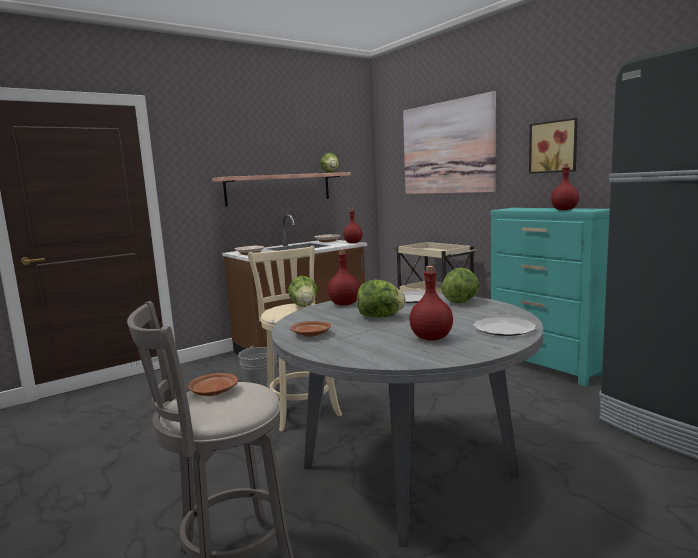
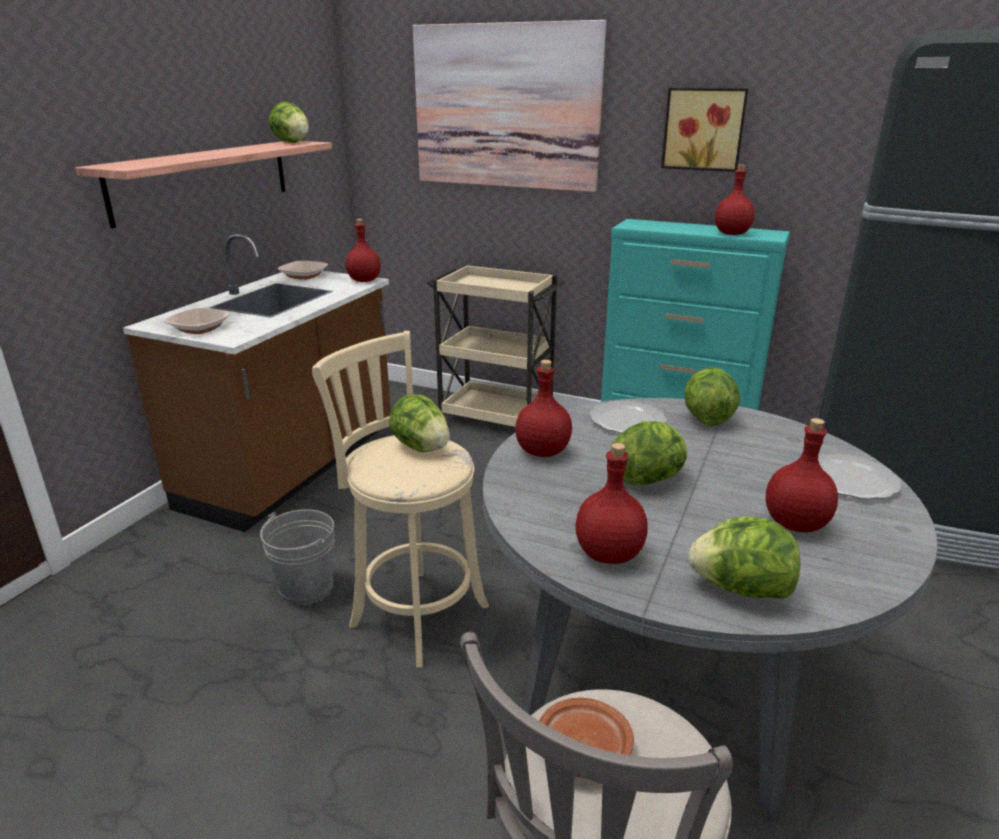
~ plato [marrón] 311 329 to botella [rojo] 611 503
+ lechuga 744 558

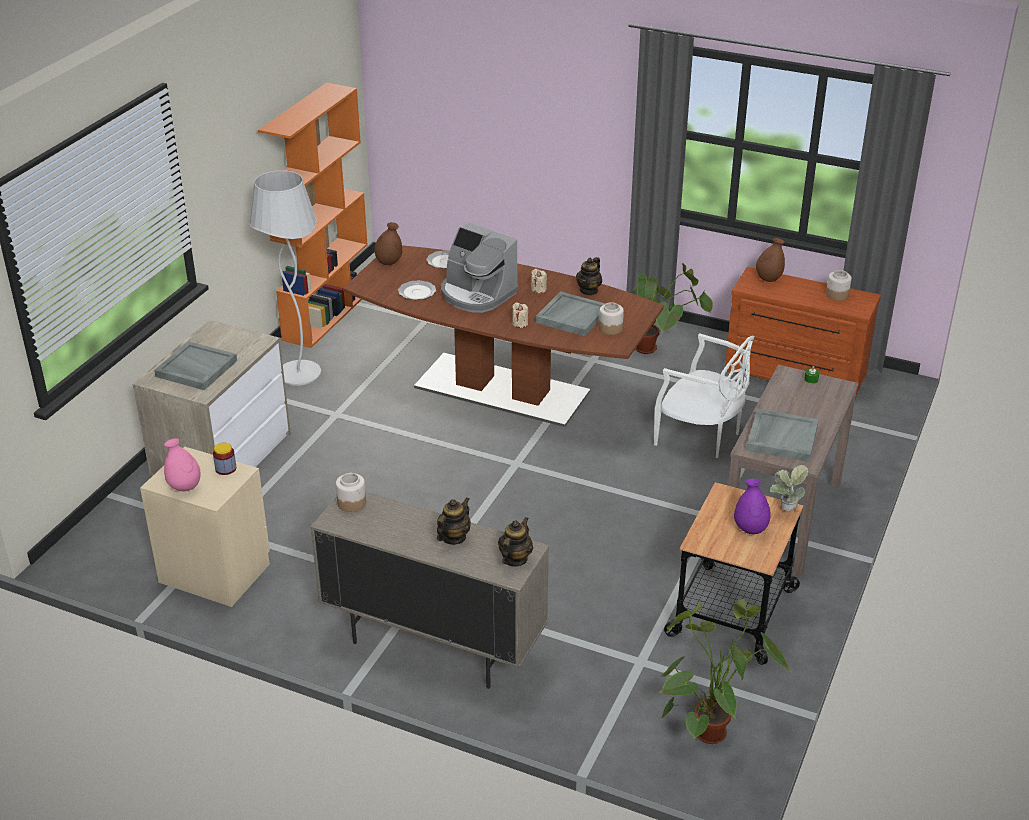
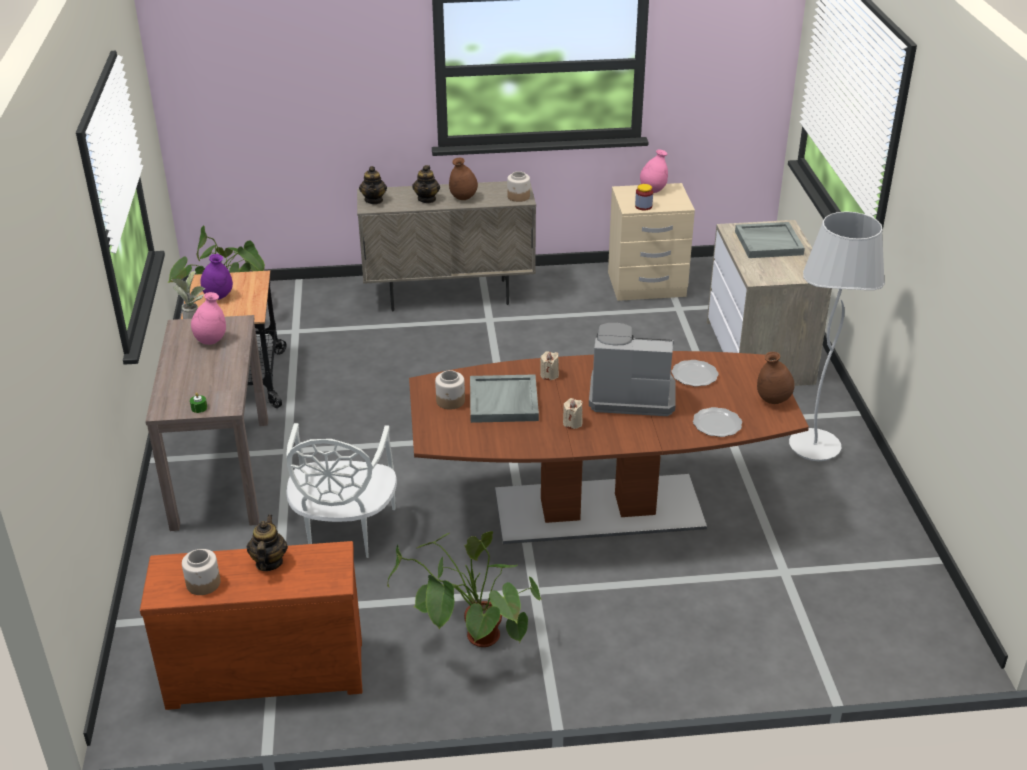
- estantería [naranja] 313 215
~ florero [marrón] 770 260 to 463 179
~ tetera 589 276 to 267 543
~ silla [blanco] 704 396 = 341 490 90 degrees counterclockwise
~ bandeja [gris] 782 435 to florero [rosa] 208 318

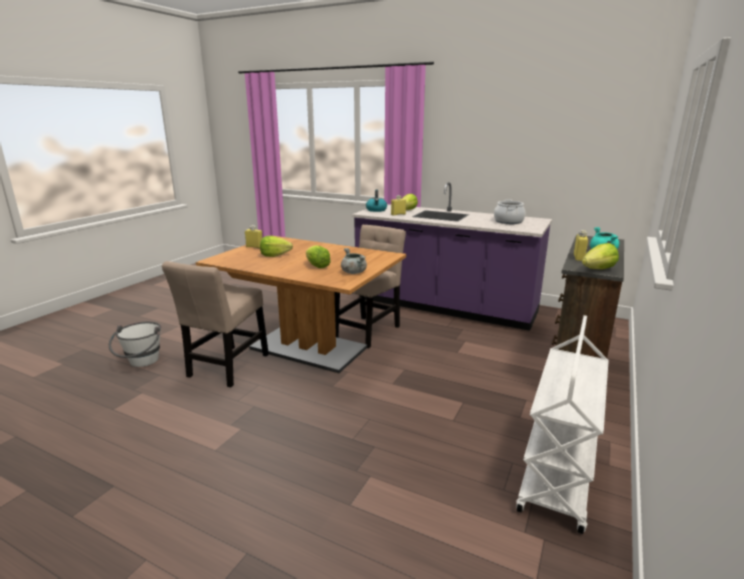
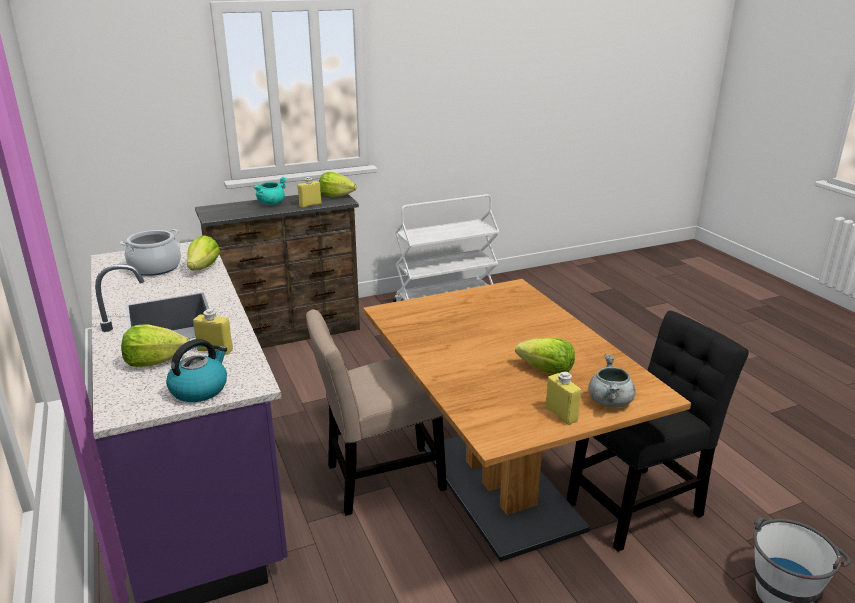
~ lechuga 318 256 to 203 252
~ olla [gris] 354 261 to 612 380
~ silla [beis] 215 324 to silla [negro] 657 431

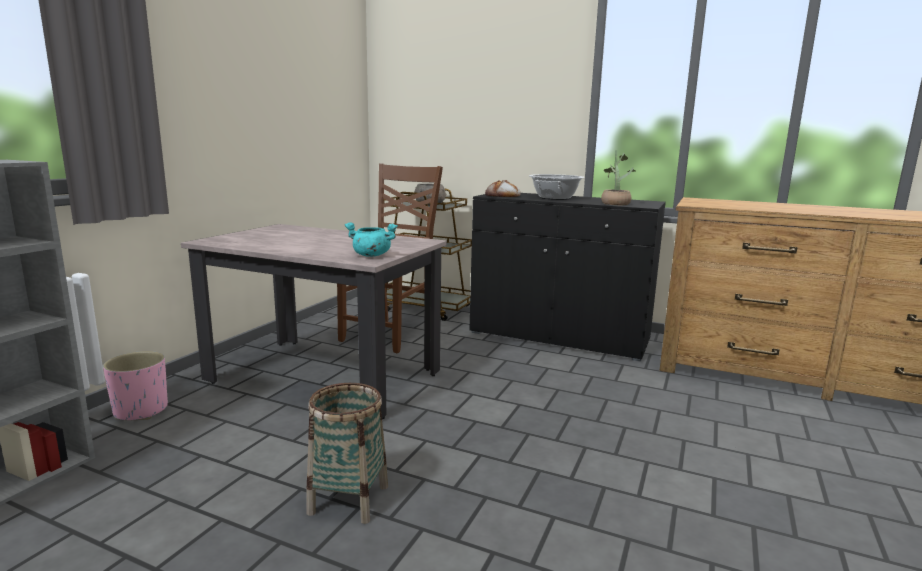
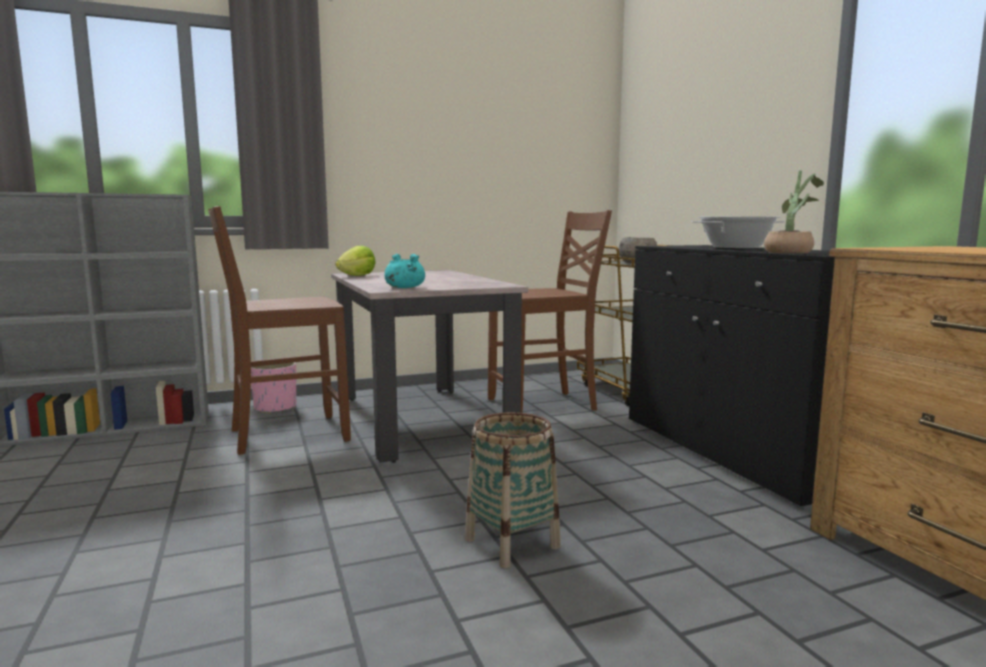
- pan 503 188
~ cesta 347 453 to 513 490
+ silla [marrón] 279 330
+ lechuga 356 261

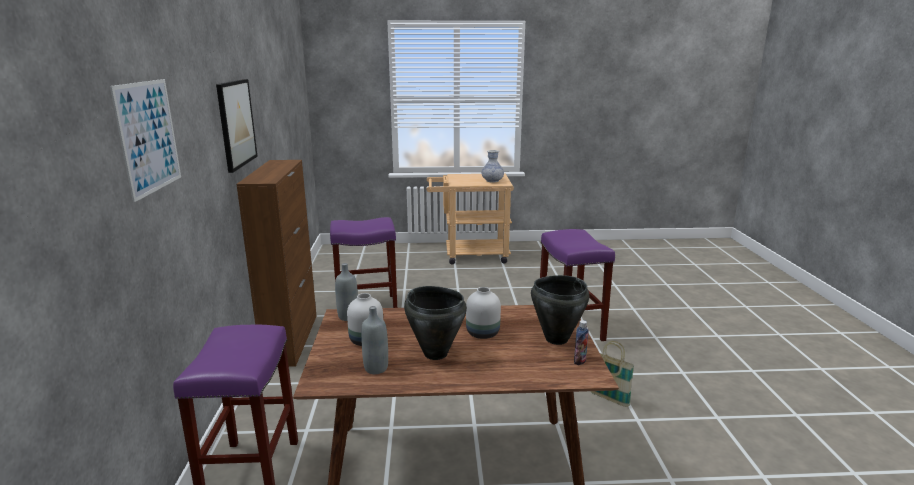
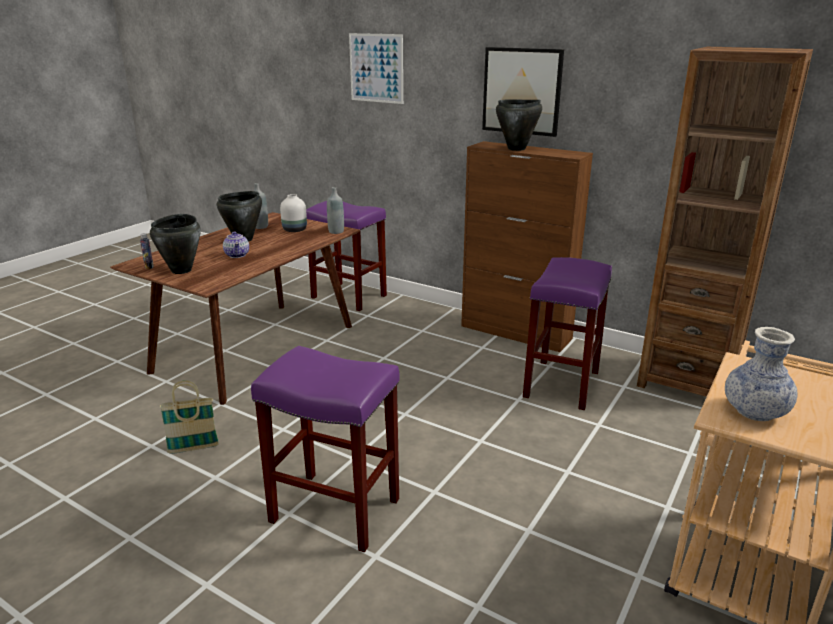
~ florero [blanco] 483 313 to tetera 236 244
+ estantería [marrón] 725 222
+ olla [negro] 519 125

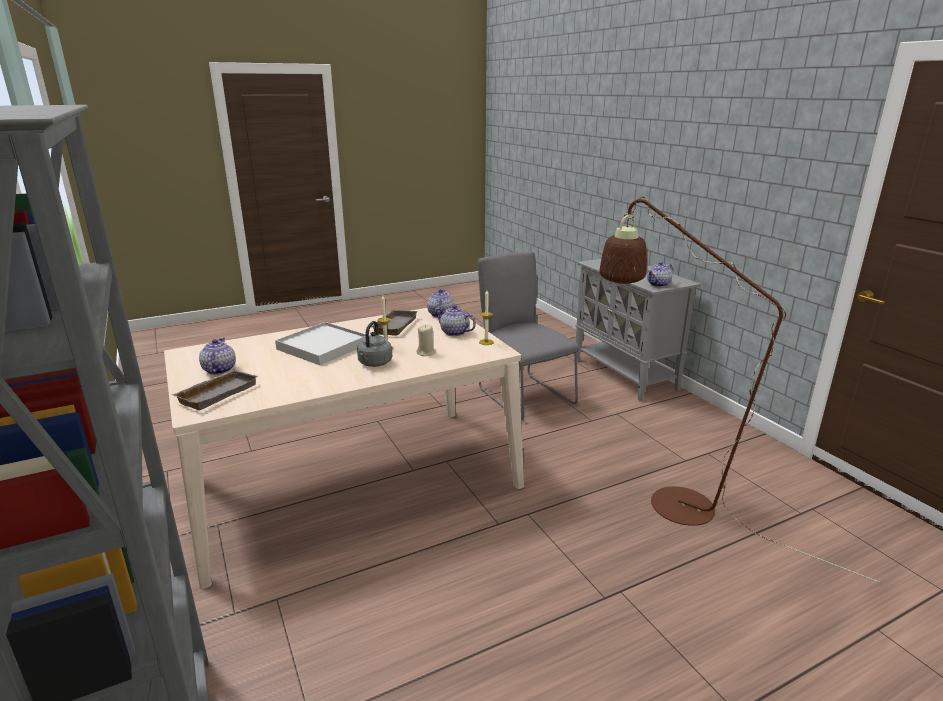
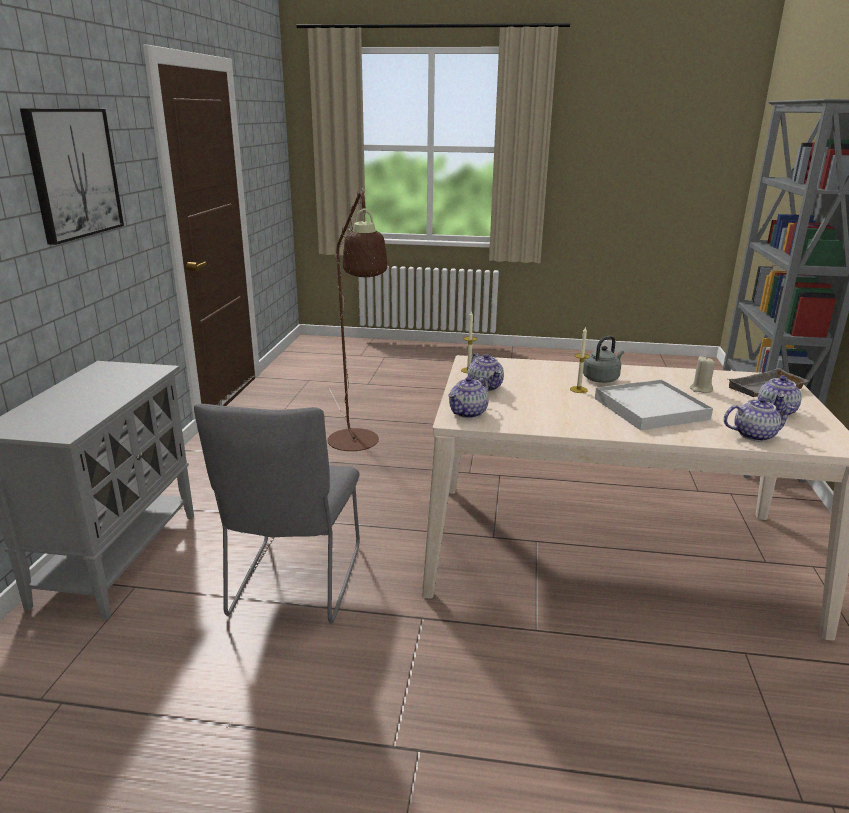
~ tetera 660 274 to 759 419
- bandeja [gris] 394 323
~ vela [beis] 426 340 to 702 375
+ cuadro 72 176

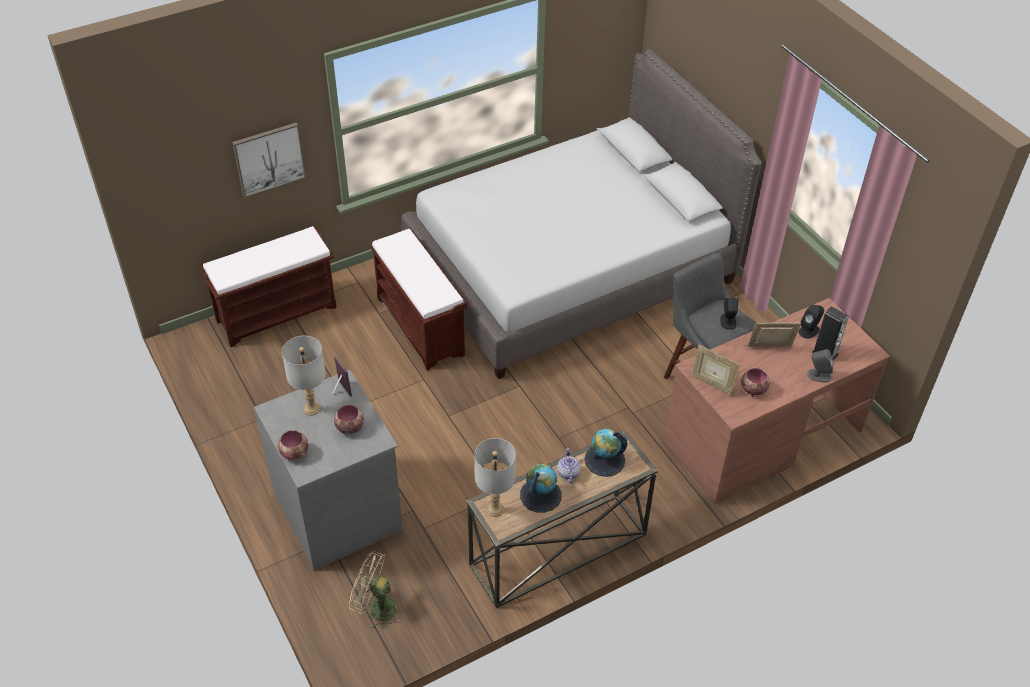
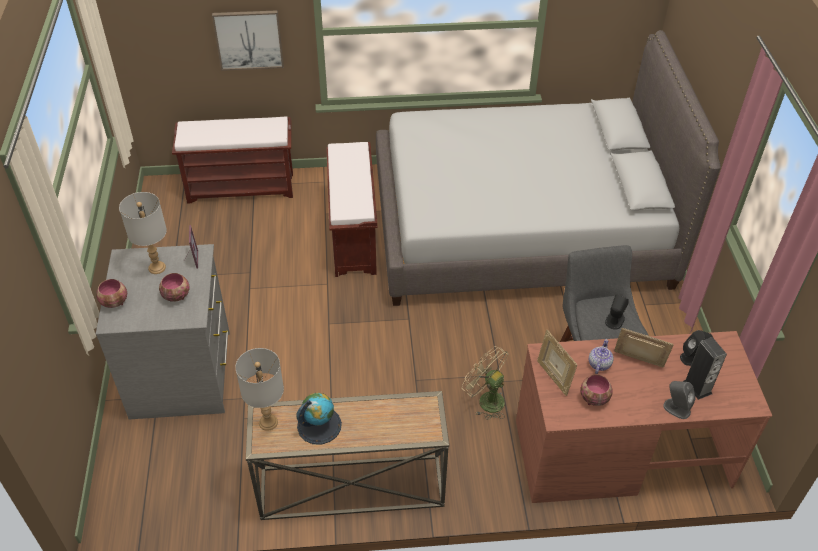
- globo terráqueo 605 453
~ tetera 569 466 to 601 356
~ ventilador [beis] 375 590 to 485 383

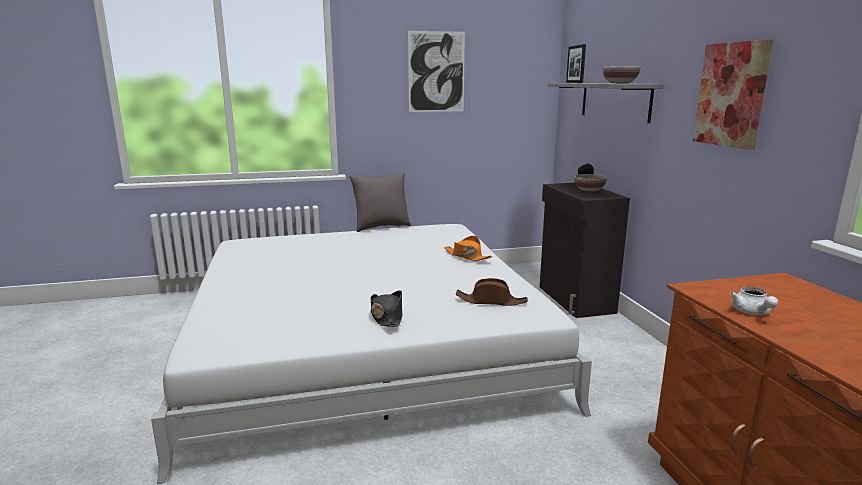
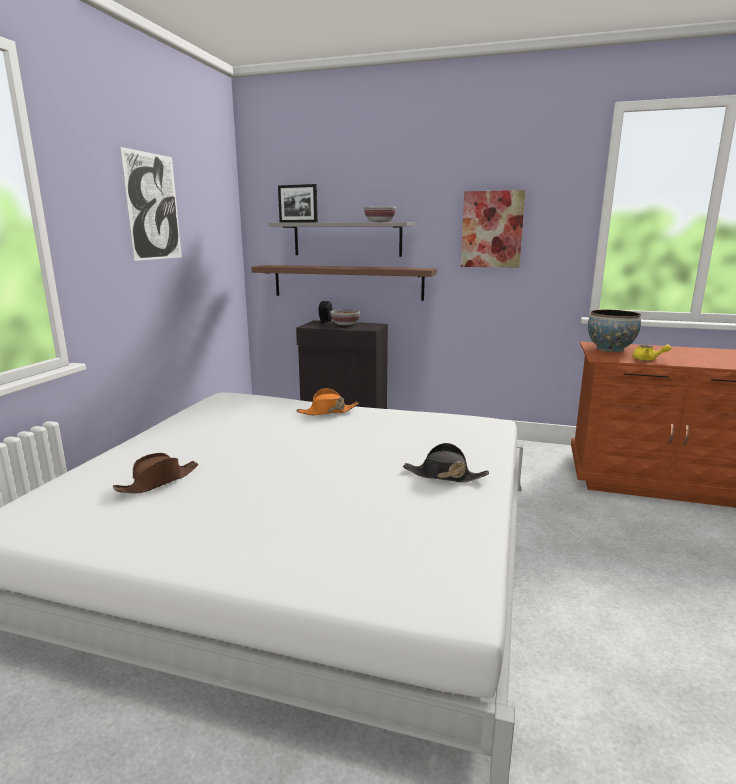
- cojín [gris] 380 202
~ sombrero [marrón] 492 292 to 155 473
~ tetera [blanco] 754 301 to tetera [amarillo] 651 352
+ estante [marrón] 344 283
+ cuenco 614 331

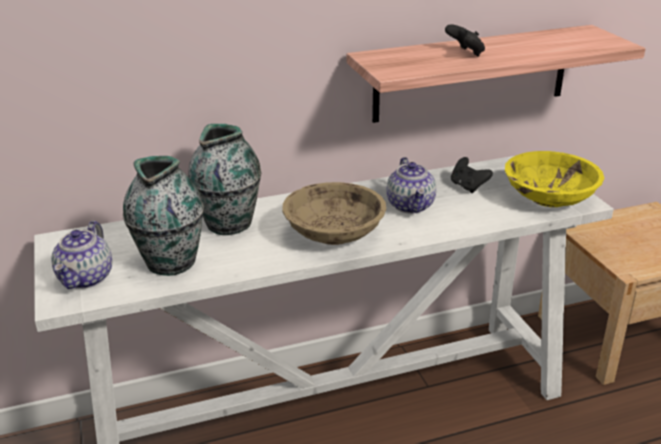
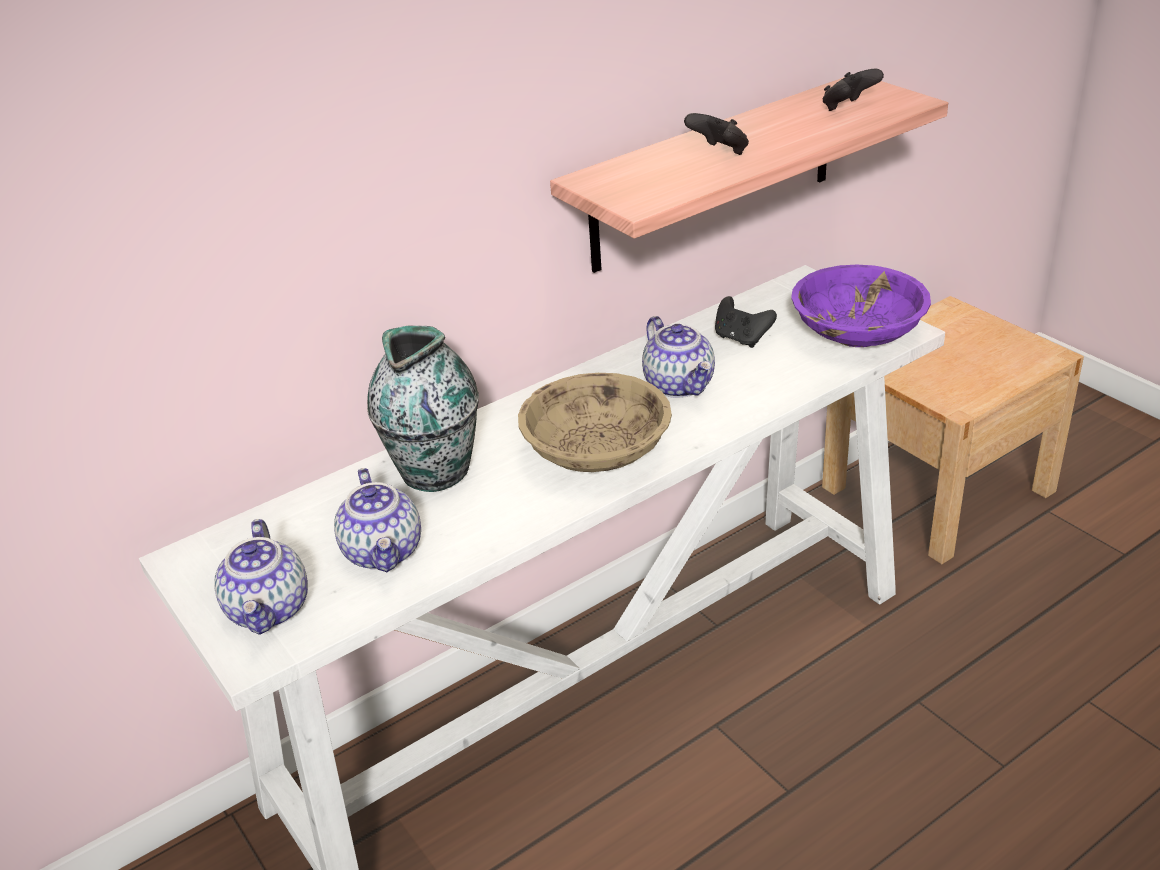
~ cuenco [amarillo] 554 179 to cuenco [morado] 861 306
~ florero 163 216 to tetera 377 520
+ mando de consola [negro] 853 90

